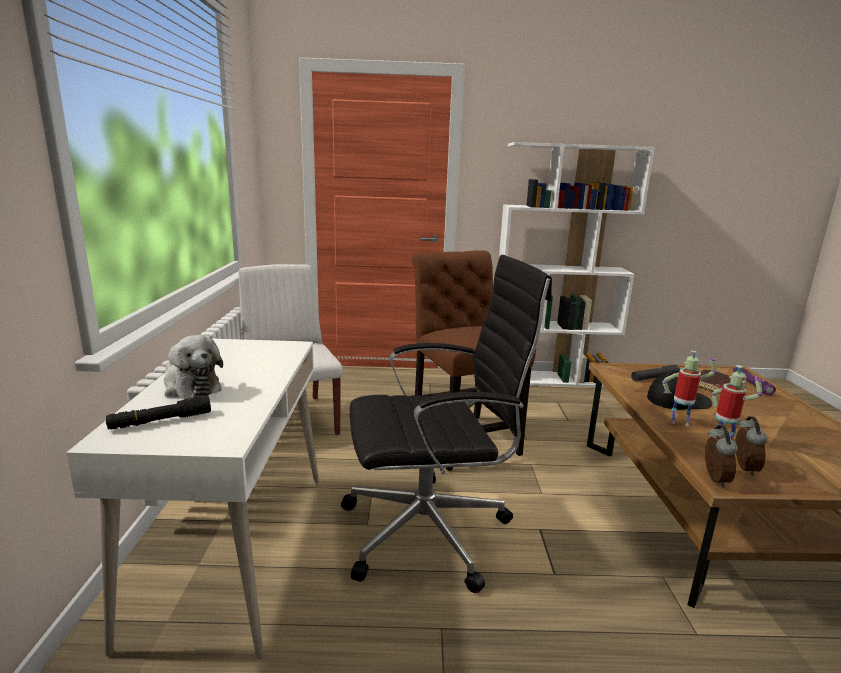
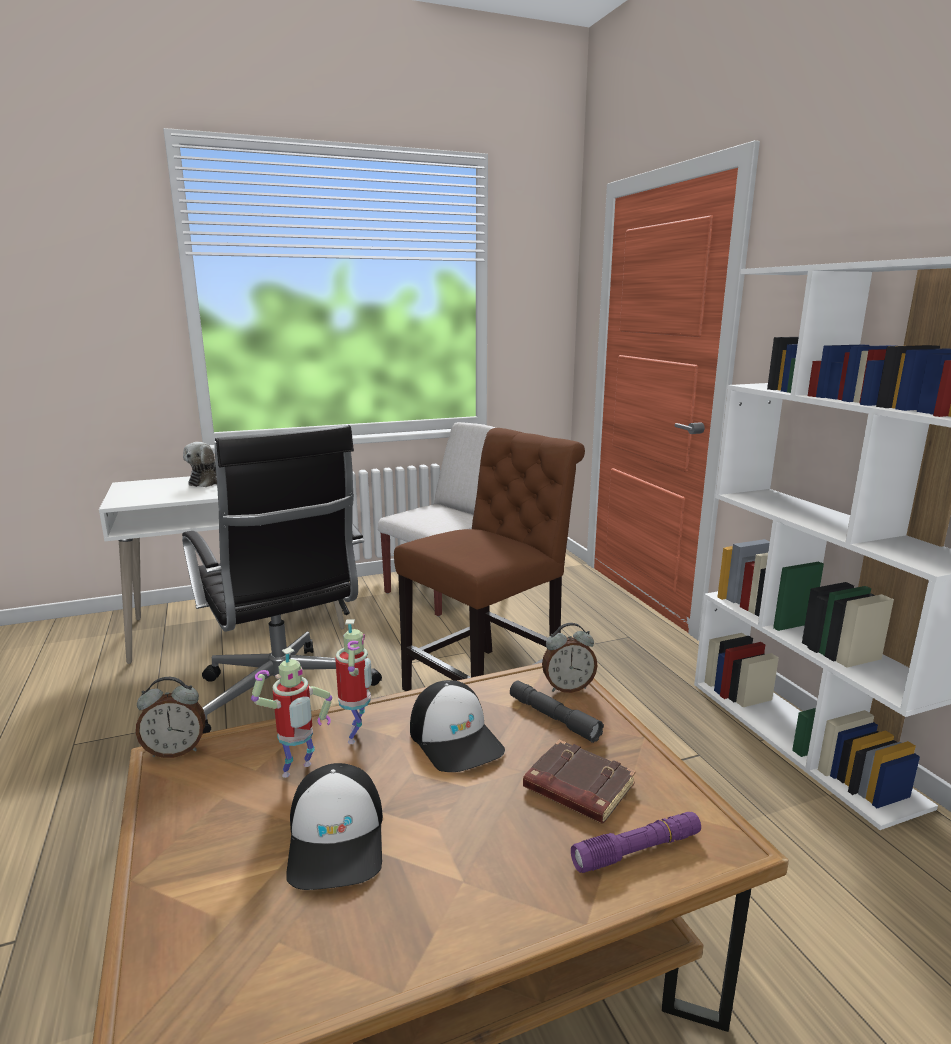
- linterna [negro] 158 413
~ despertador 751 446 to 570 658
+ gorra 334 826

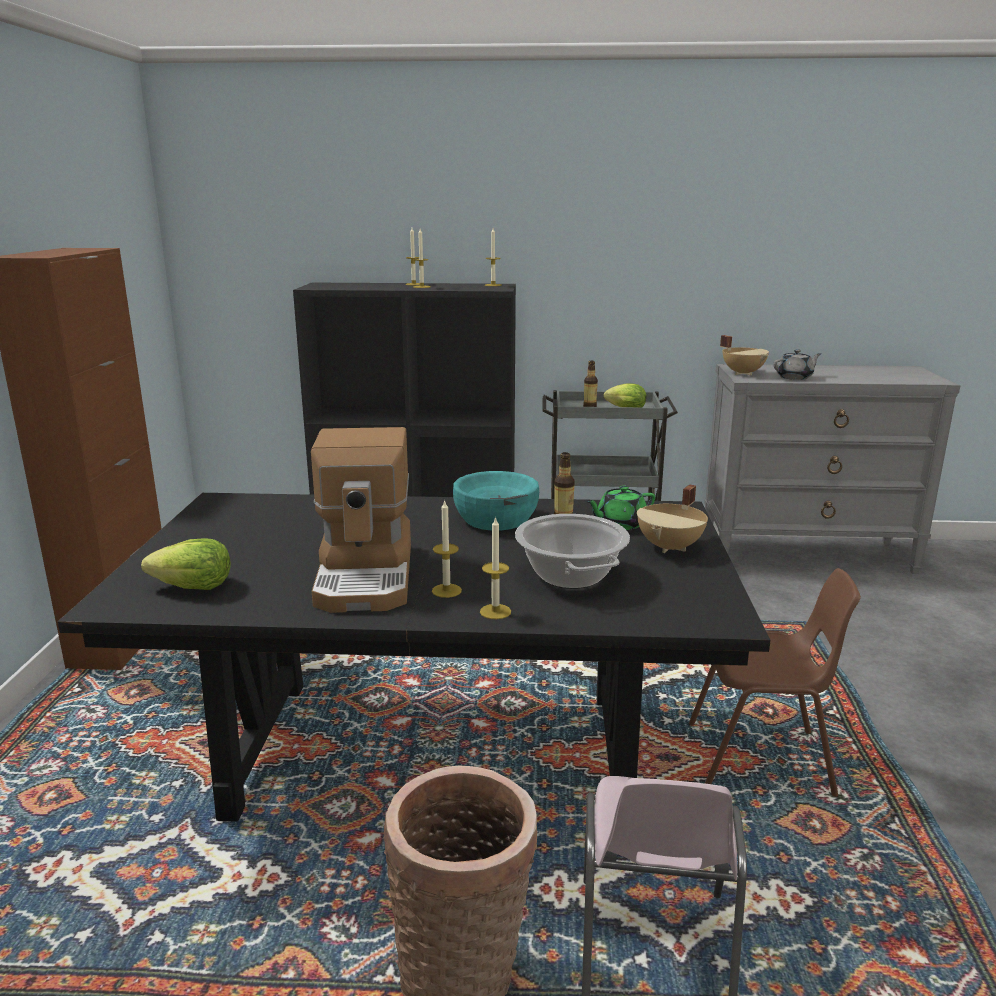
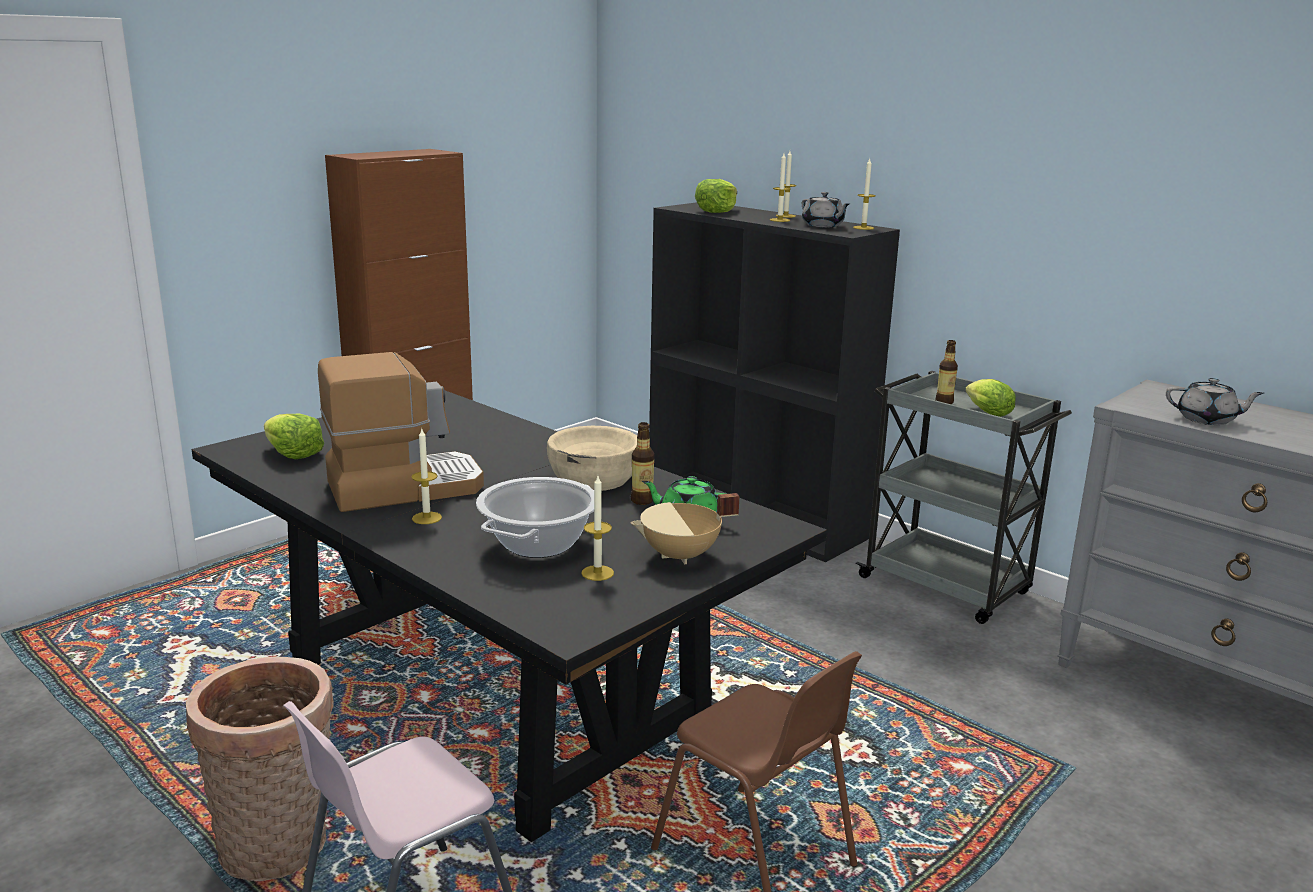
- olla [beis] 744 355
~ cafetera 361 520 = 401 432 150 degrees counterclockwise
~ cuenco [turquesa] 496 501 to cuenco [beis] 592 458
~ vela 495 567 to 597 528
+ lechuga 716 196
+ tetera [gris] 826 209

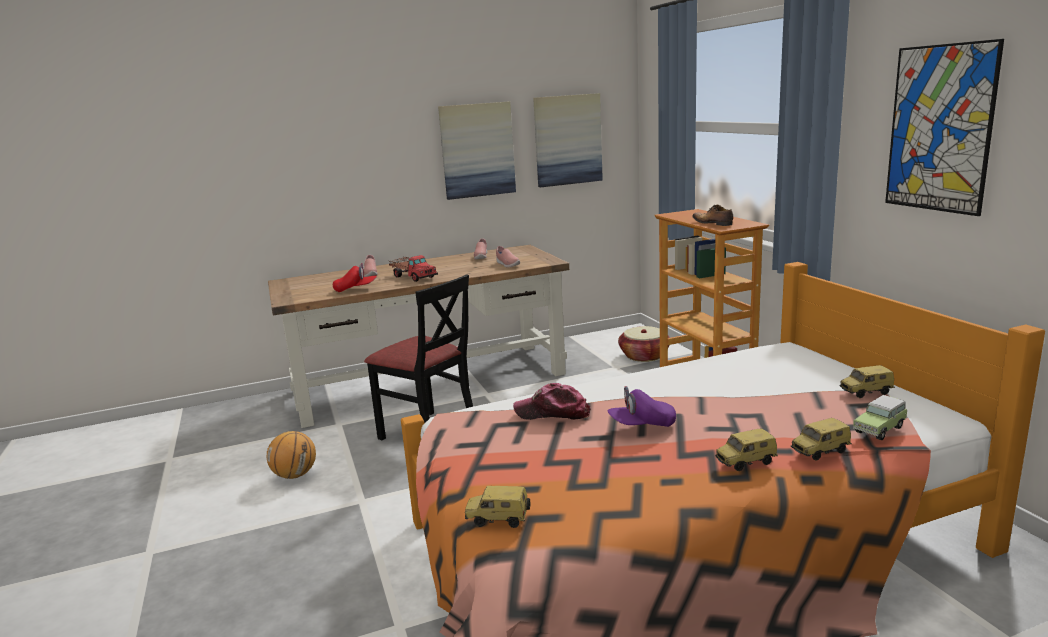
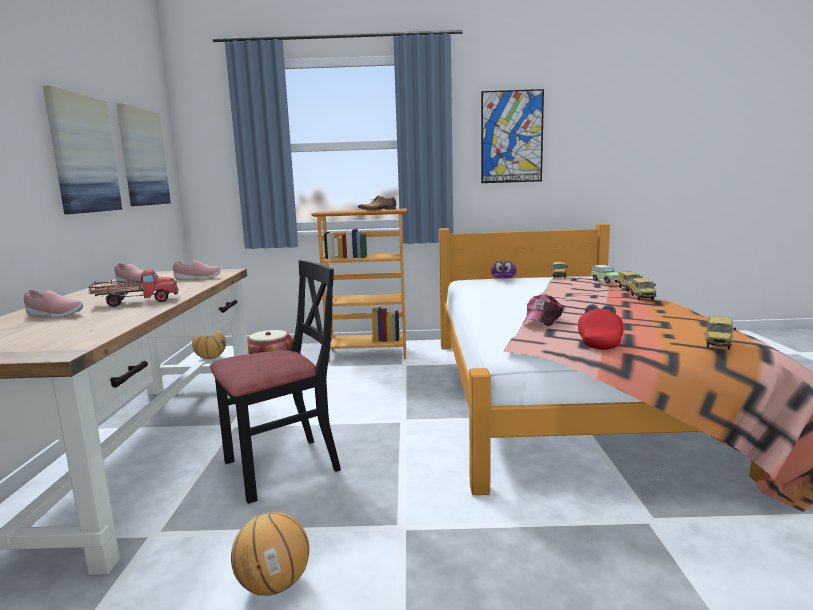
~ gorra [rojo] 355 277 to 601 327
~ gorra [morado] 641 406 to 504 269
+ balón de baloncesto 209 344

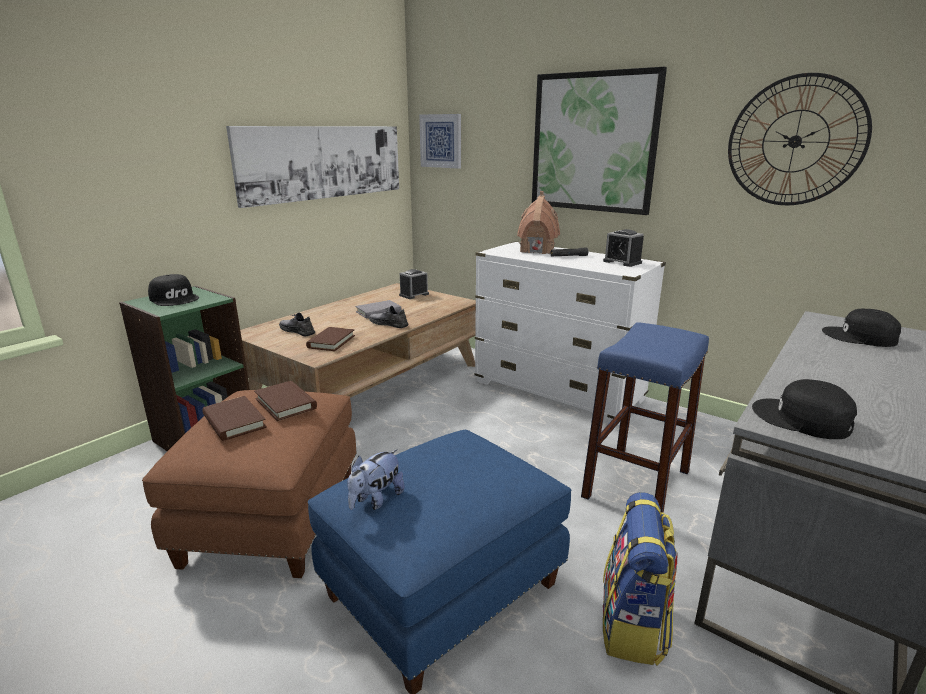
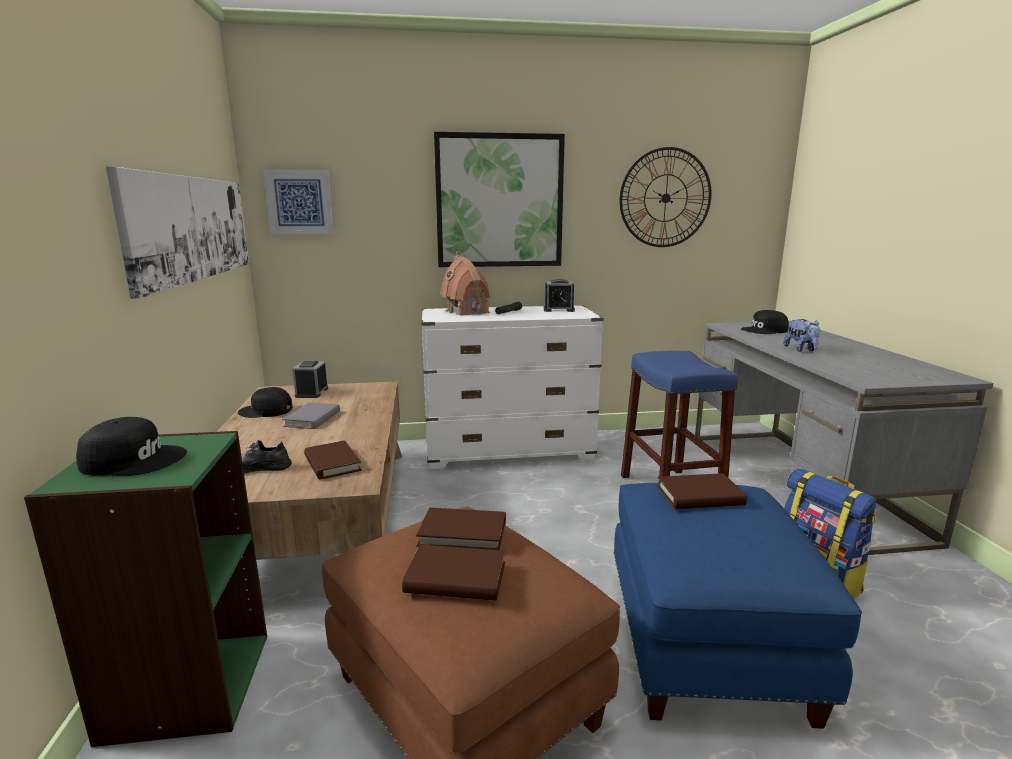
- zapato [gris] 389 317
~ gorra [negro] 804 409 to 265 402
~ peluche 376 479 to 802 335
+ libro [marrón] 702 491

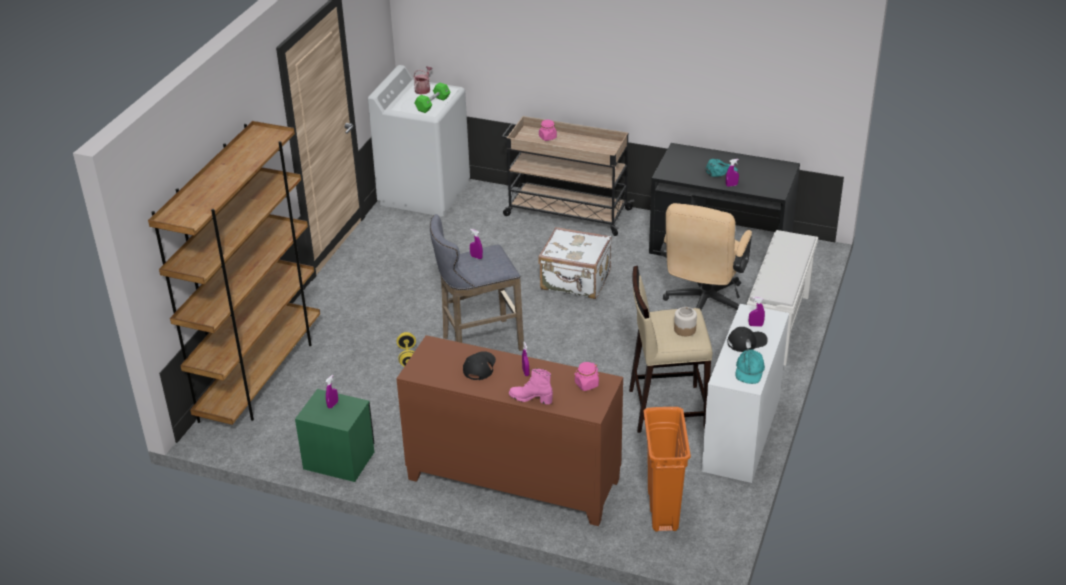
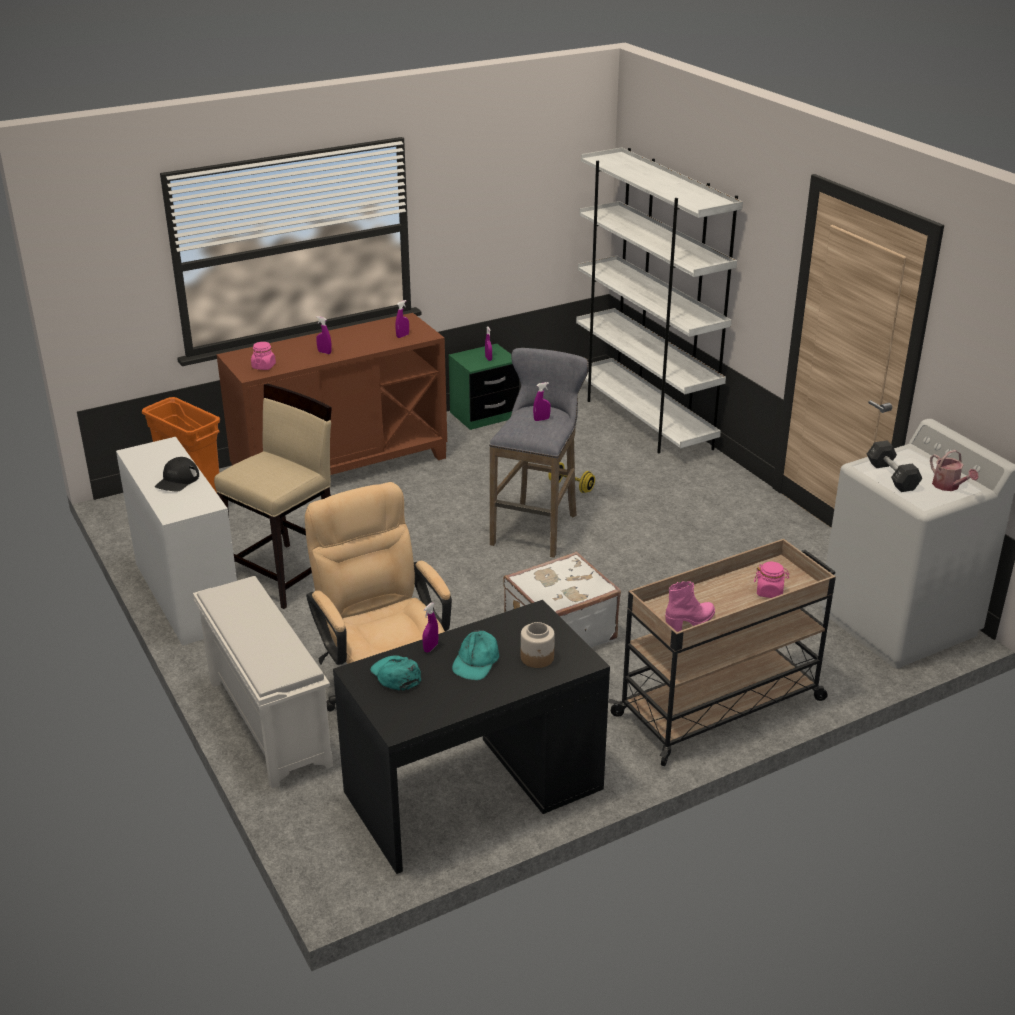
~ mancuerna [verde] 432 97 to mancuerna [negro] 895 466
~ estantería [marrón] 234 273 to estantería [blanco] 659 300
~ pulverizador [morado] 757 312 to 402 319
~ tarro 685 321 to 538 645
~ gorra [turquesa] 750 366 to 395 673
- gorra [negro] 479 365
~ bota [rosa] 531 386 to 690 606

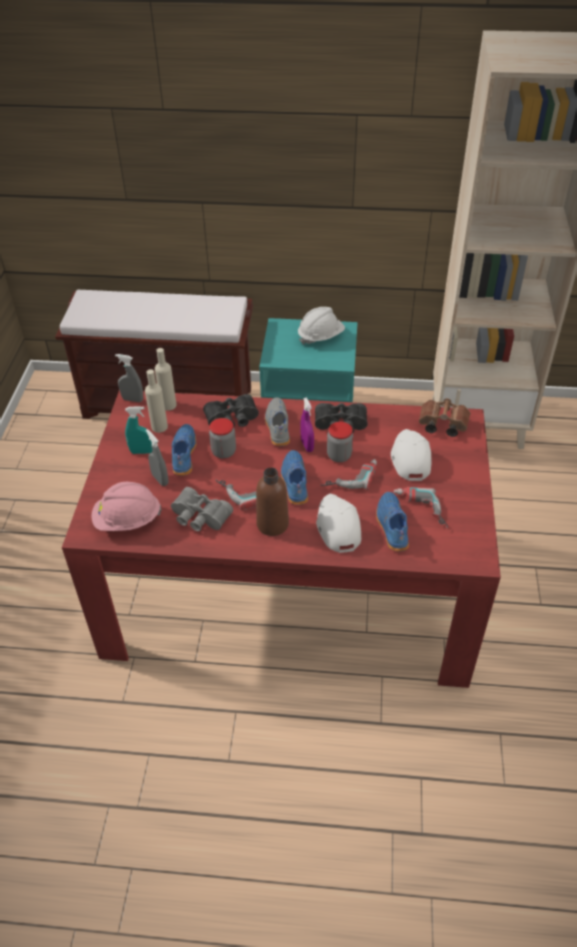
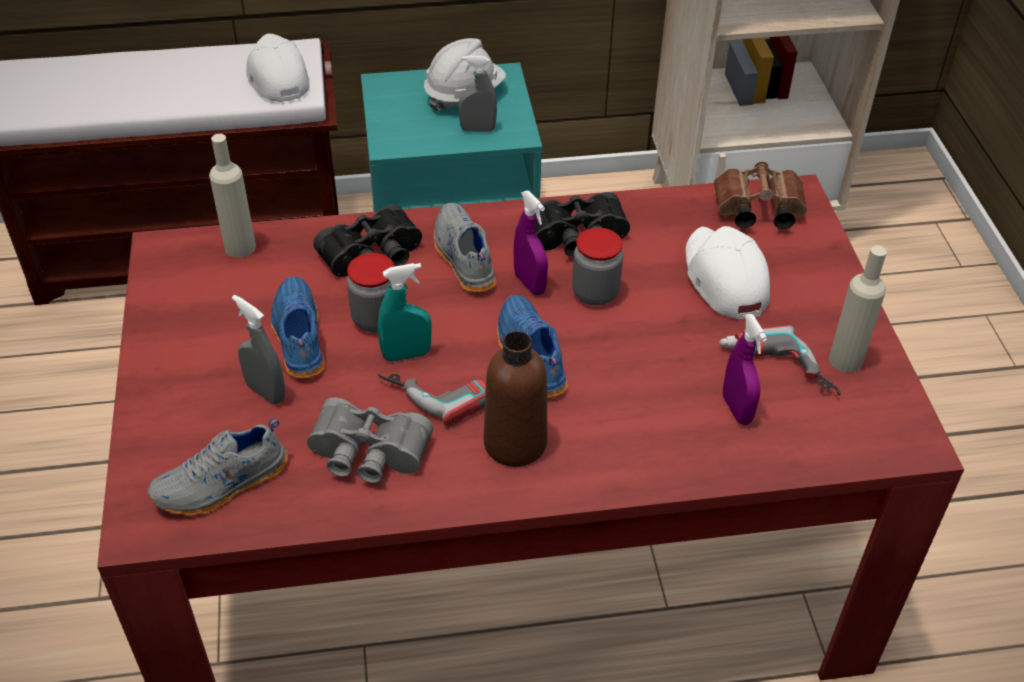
~ pulverizador [gris] 129 378 to 477 93
~ botella [beis] 156 401 to 858 308
~ pulverizador [turquesa] 139 430 to 405 312
- taladro 348 474
~ casco [rosa] 127 506 to zapato [gris] 218 467
~ zapato [azul] 392 521 to pulverizador [morado] 745 369
~ gorra [blanco] 338 523 to 278 68

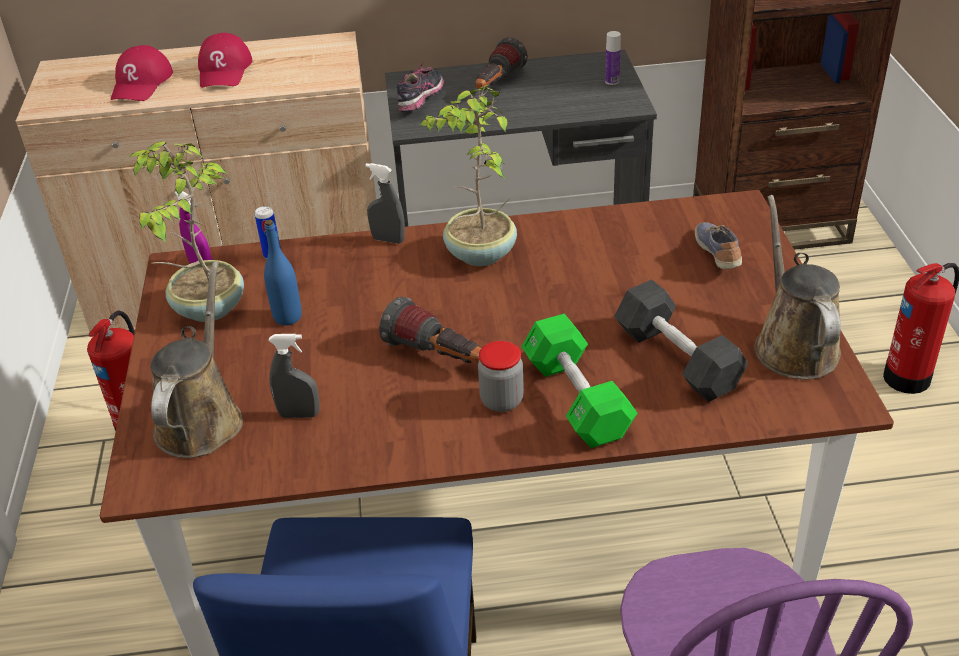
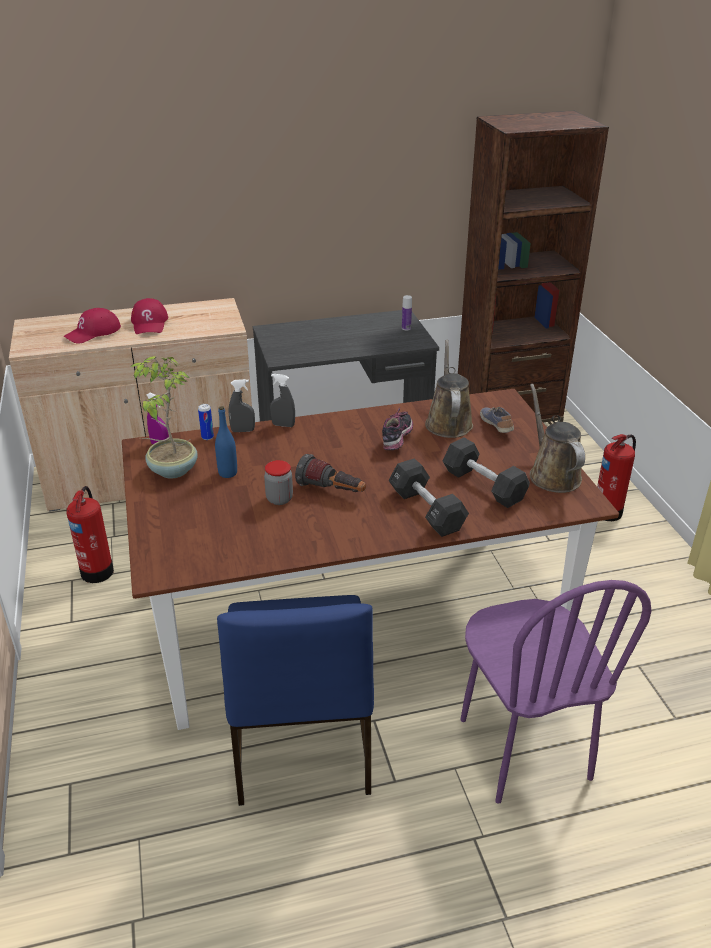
- linterna 501 63
~ gorra [rojo] 142 73 = 92 326 45 degrees clockwise
~ zapato 420 87 to 397 428
- planta en maceta 468 175
~ regadera [marrón] 196 359 to 449 388
~ mancuerna [verde] 579 381 to mancuerna [negro] 428 497
~ pulverizador [gris] 294 376 to 241 405
~ tarro 501 376 to 278 482

